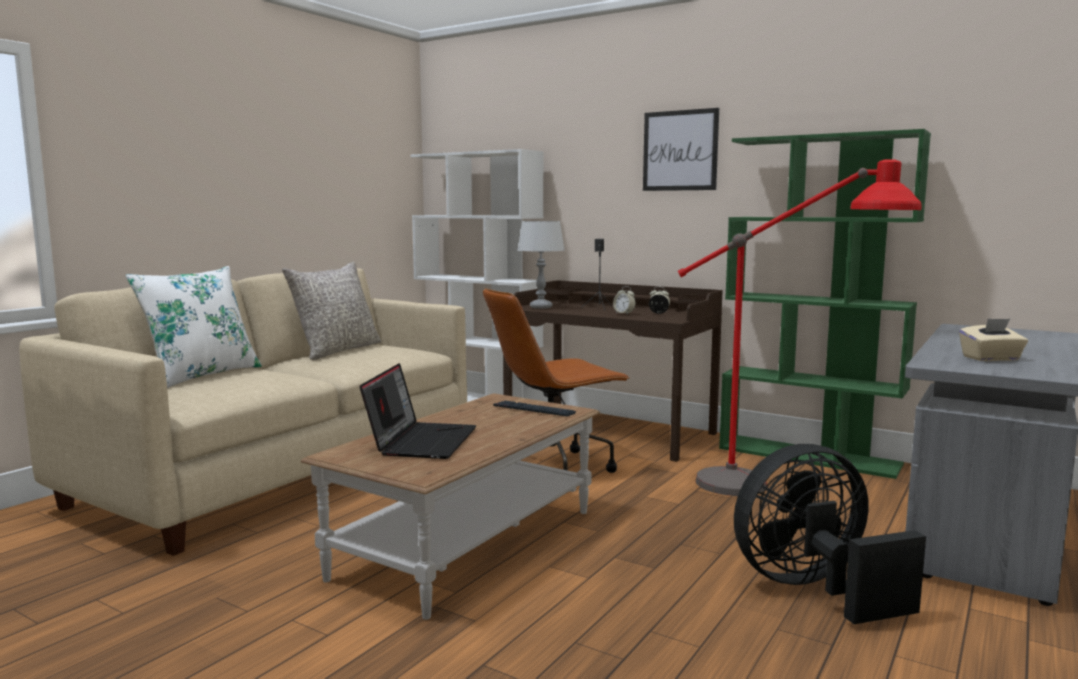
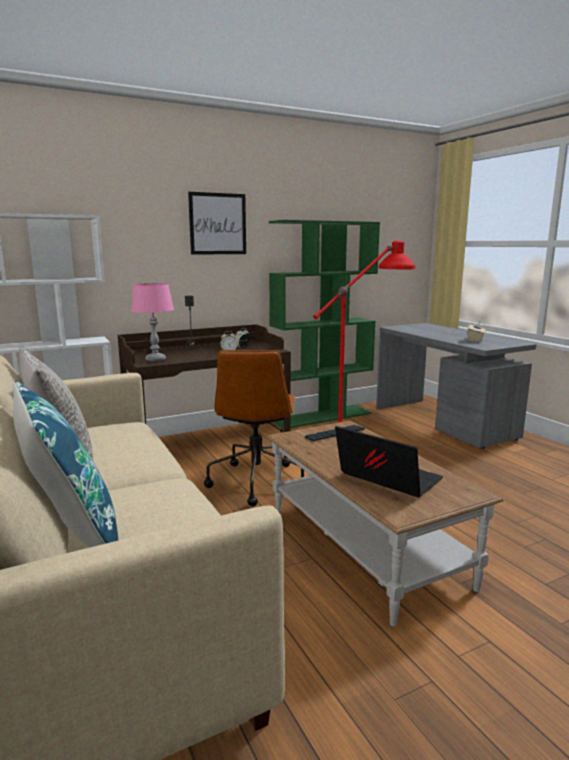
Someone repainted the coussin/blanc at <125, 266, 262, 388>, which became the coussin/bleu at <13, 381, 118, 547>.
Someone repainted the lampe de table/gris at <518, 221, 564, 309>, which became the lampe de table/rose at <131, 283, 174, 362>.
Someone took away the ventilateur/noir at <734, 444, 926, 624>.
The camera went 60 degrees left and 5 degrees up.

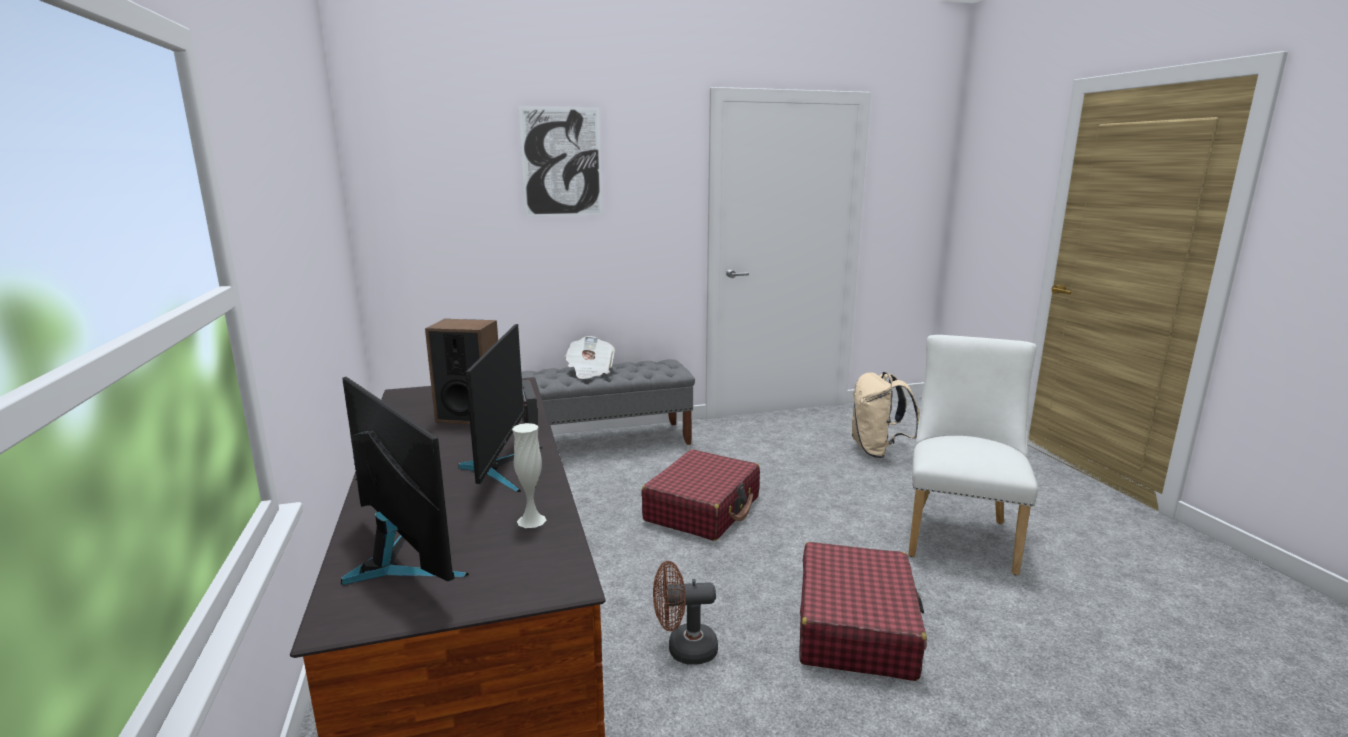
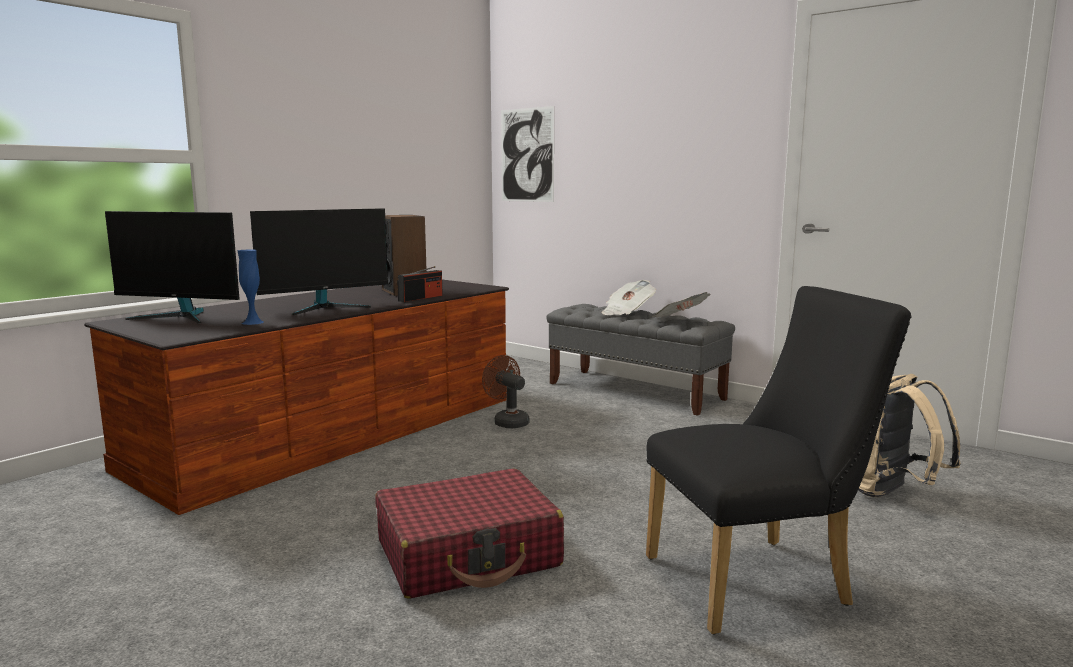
Someone rotated the écran d'ordinateur at <341, 377, 469, 585> by 90 degrees clockwise.
Someone repainted the vase/blanc at <512, 423, 546, 528>, which became the vase/bleu at <238, 250, 263, 325>.
Someone carried the tableau from <519, 106, 602, 217> to <501, 106, 554, 202>.
Someone took away the valise/rouge at <641, 449, 760, 541>.
Someone carried the ventilateur/marron from <653, 561, 718, 665> to <482, 355, 530, 428>.
Someone repainted the chaise/blanc at <909, 335, 1038, 575>, which became the chaise/noir at <646, 286, 912, 635>.
Someone put down the journal at <652, 292, 710, 317>.
The camera went 55 degrees right and 5 degrees down.

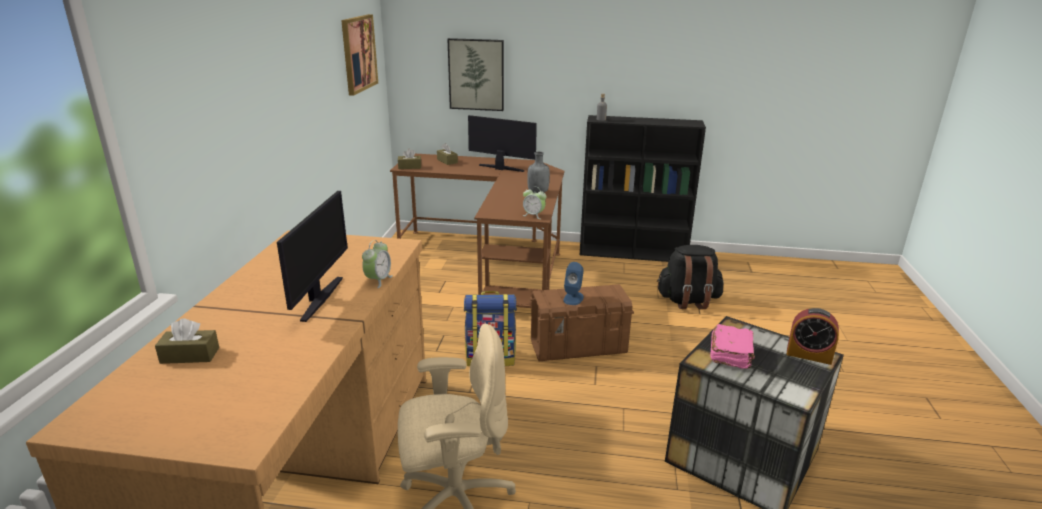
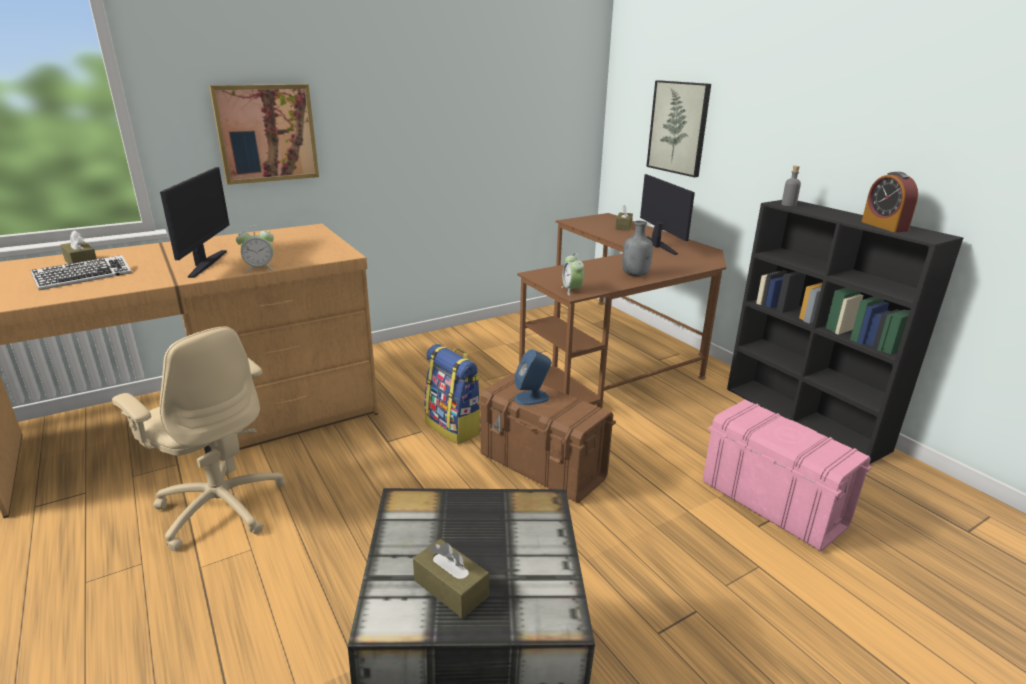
Someone rotated the écran d'ordinateur at <277, 191, 348, 322> by 60 degrees counterclockwise.
Someone carried the tableau from <341, 14, 378, 96> to <209, 84, 319, 185>.
Someone carried the boîte à mouchoirs/marron from <398, 148, 421, 169> to <413, 539, 489, 618>.
Someone swapped the sac à dos/noir at <657, 245, 724, 309> for the boîte de rangement/rose at <702, 400, 872, 552>.
Someone took away the livre/rose at <711, 324, 755, 369>.
Someone carried the réveil from <787, 308, 839, 365> to <861, 172, 918, 232>.
Someone put down the clavier at <30, 255, 132, 290>.
The camera went 50 degrees right and 0 degrees up.

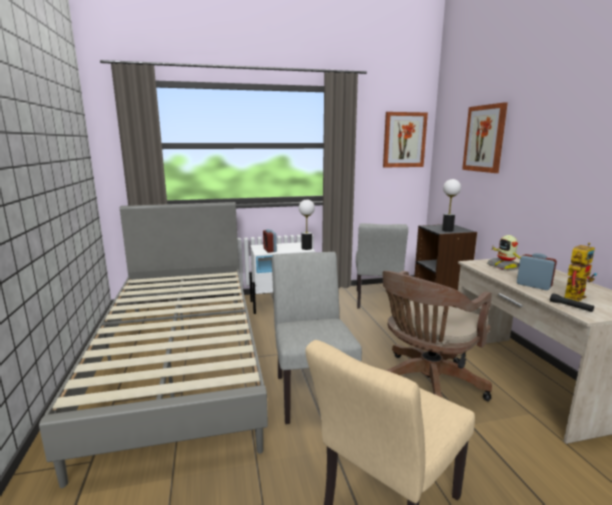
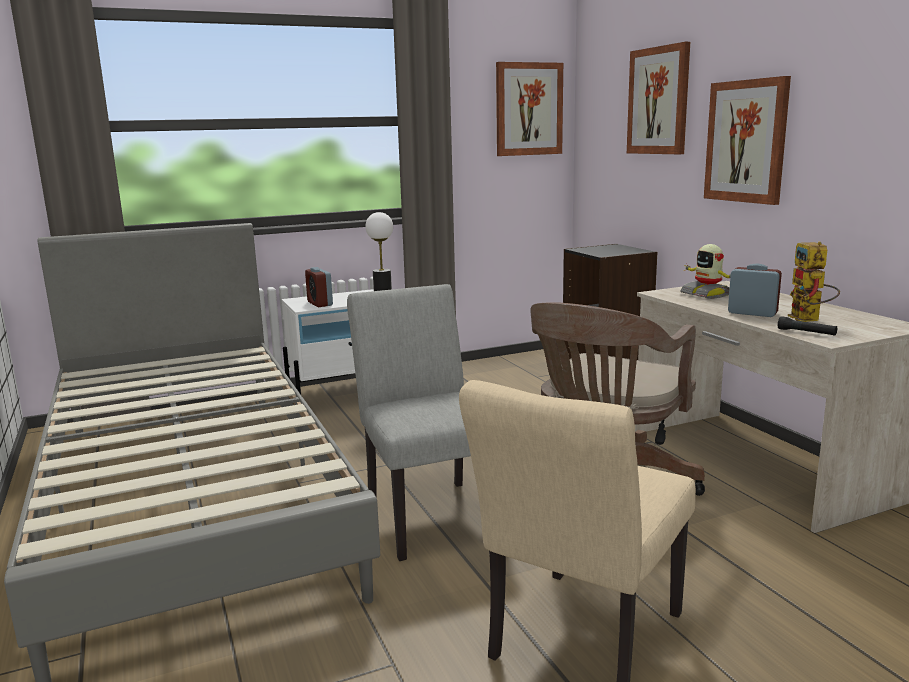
Someone took away the chaise/gris at <356, 223, 408, 309>.
Someone took away the lampe de table at <442, 179, 461, 232>.
Someone rotated the robot jouet at <564, 243, 597, 301> by 135 degrees clockwise.
Someone put up the tableau at <704, 76, 791, 205>.
The camera went 10 degrees left and 0 degrees up.

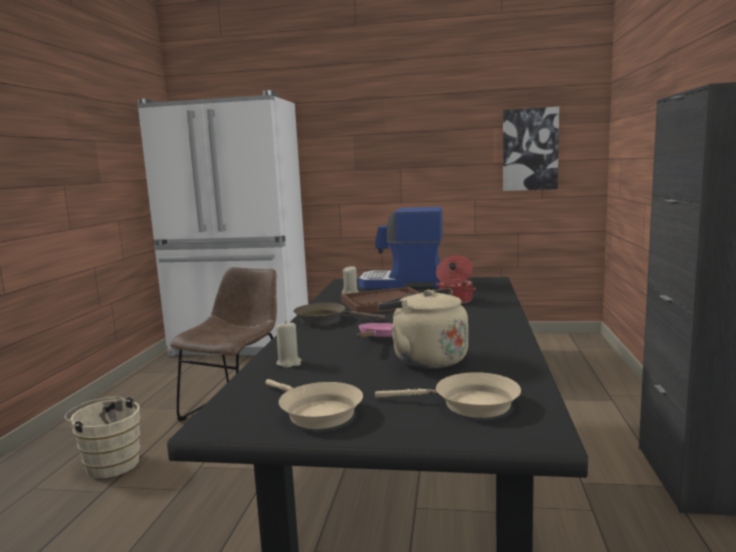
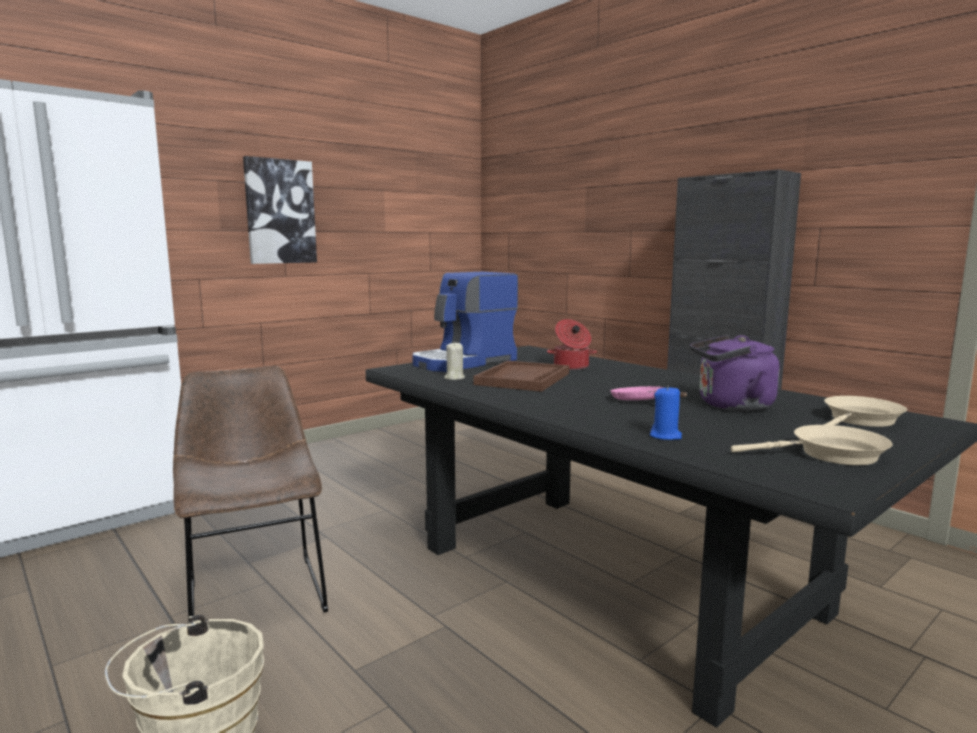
Someone repainted the bougie/beige at <276, 321, 301, 368>, which became the bougie/bleu at <650, 385, 682, 440>.
Someone took away the poêle/marron at <294, 303, 385, 325>.
Someone repainted the bouilloire/beige at <378, 288, 468, 369>, which became the bouilloire/violet at <690, 335, 780, 411>.
Someone carried the tableau from <503, 107, 559, 191> to <243, 156, 317, 264>.
The camera went 50 degrees left and 0 degrees up.

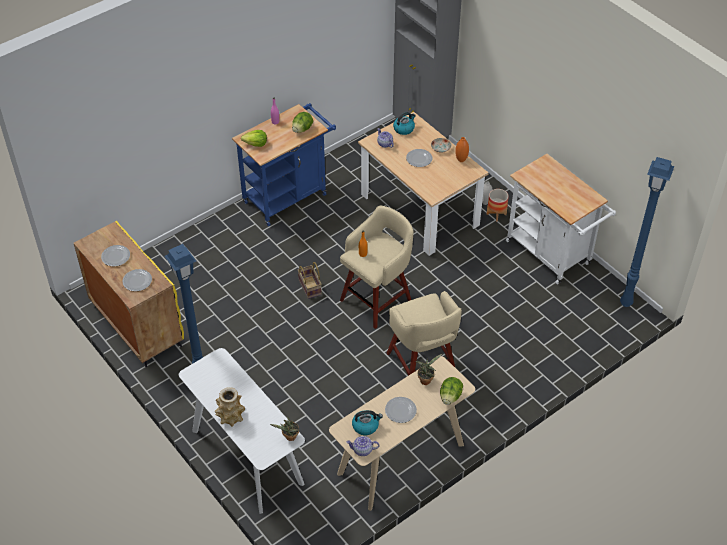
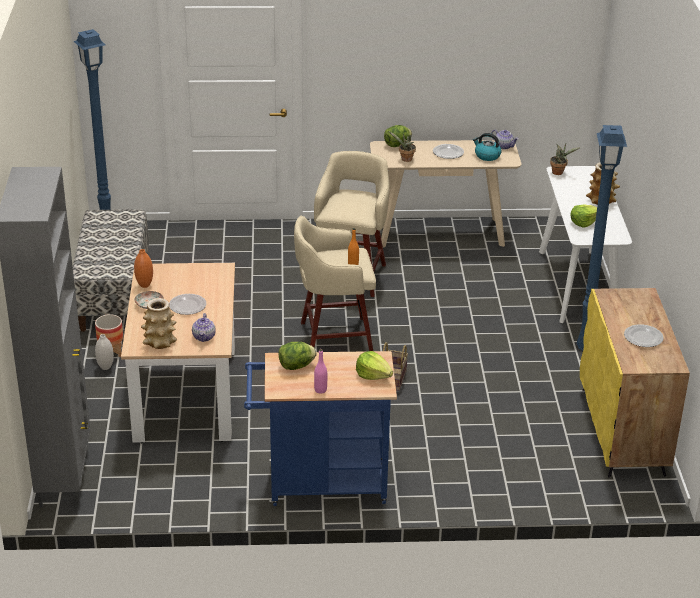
Someone took away the assiette at <123, 269, 152, 291>.
Someone swapped the bouilloire at <393, 112, 416, 135> for the vase at <141, 298, 177, 349>.
Someone swapped the chariot/blanc at <506, 154, 616, 284> for the banc at <73, 209, 149, 332>.
Someone put down the laitue at <570, 204, 597, 228>.
The camera went 145 degrees left and 15 degrees down.

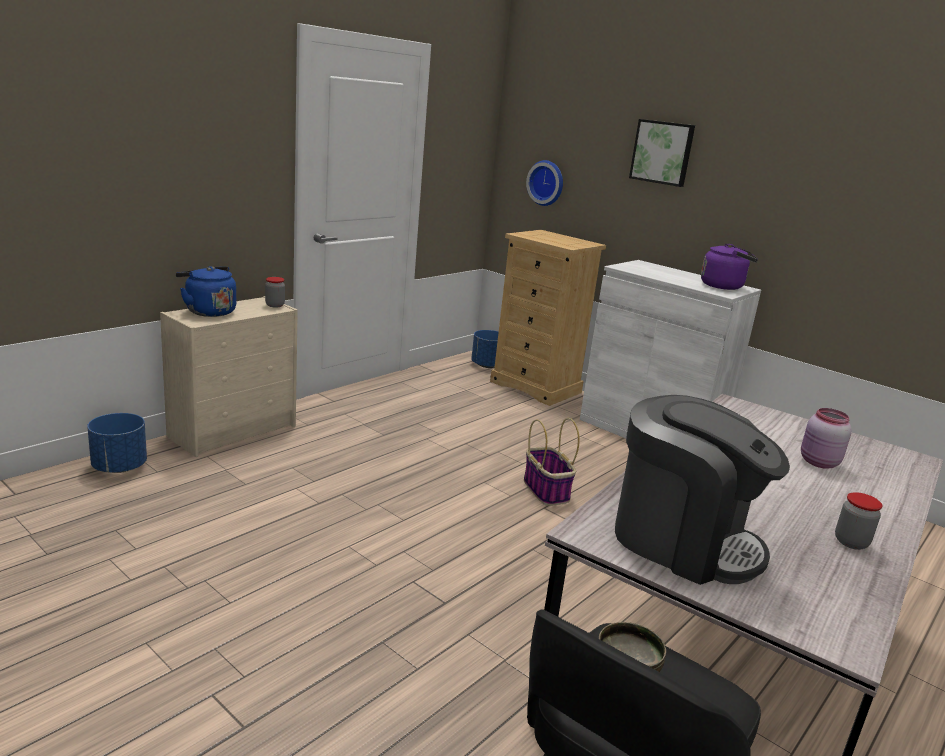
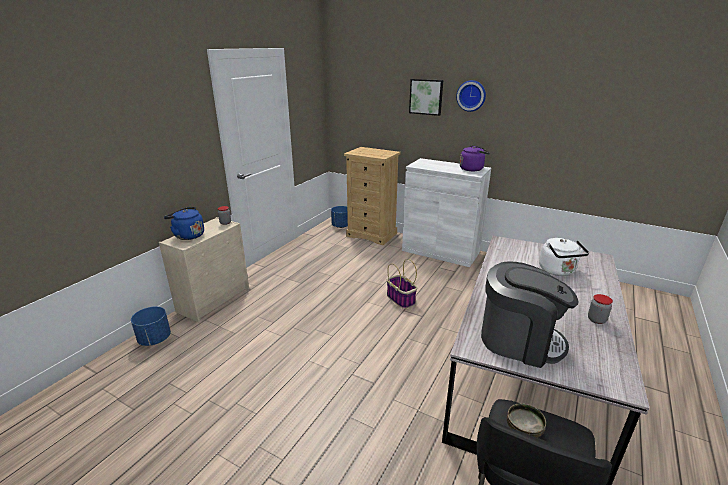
Someone carried the horloge murale from <526, 160, 563, 206> to <456, 80, 486, 112>.
Someone swapped the bocal/rose at <801, 408, 852, 469> for the bouilloire/blanc at <539, 238, 589, 276>.
The camera went 10 degrees left and 5 degrees up.

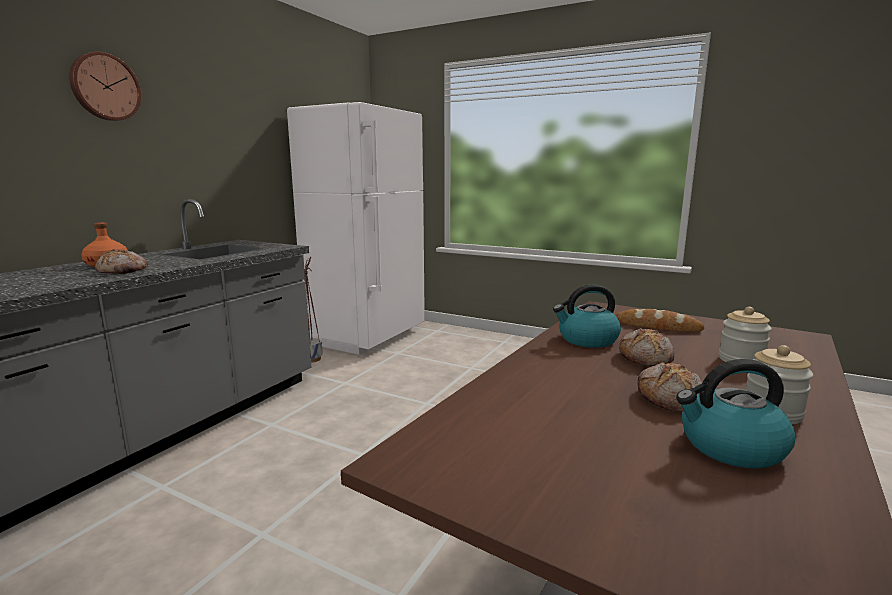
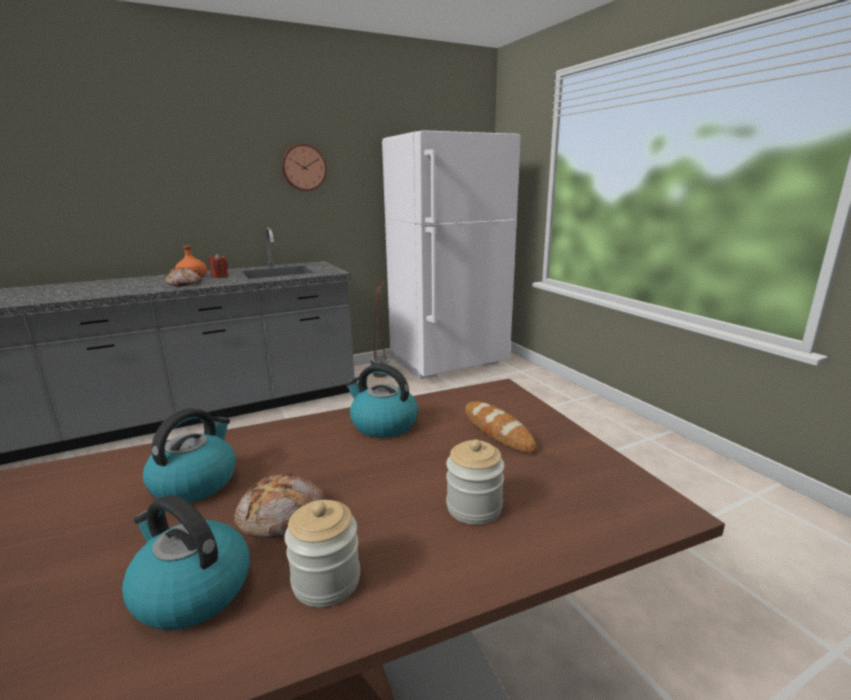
Someone carried the horloge murale from <69, 52, 141, 121> to <281, 144, 327, 191>.
Someone took away the pain at <619, 328, 674, 366>.
Someone put down the bouilloire at <143, 408, 236, 503>.
Someone put down the bougie/rouge at <209, 253, 228, 278>.
The camera went 35 degrees right and 5 degrees up.

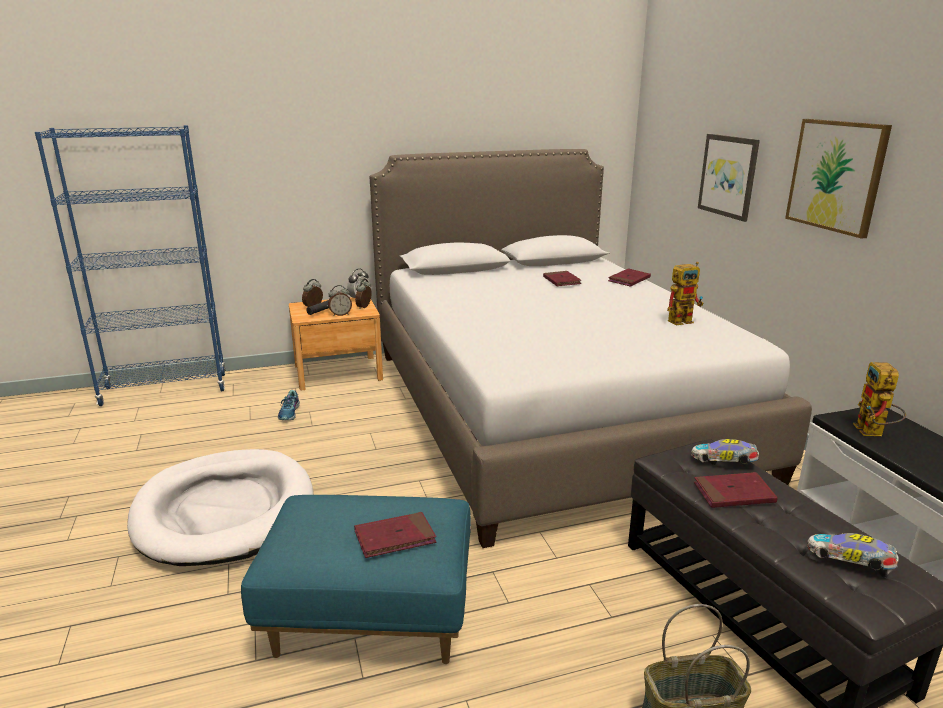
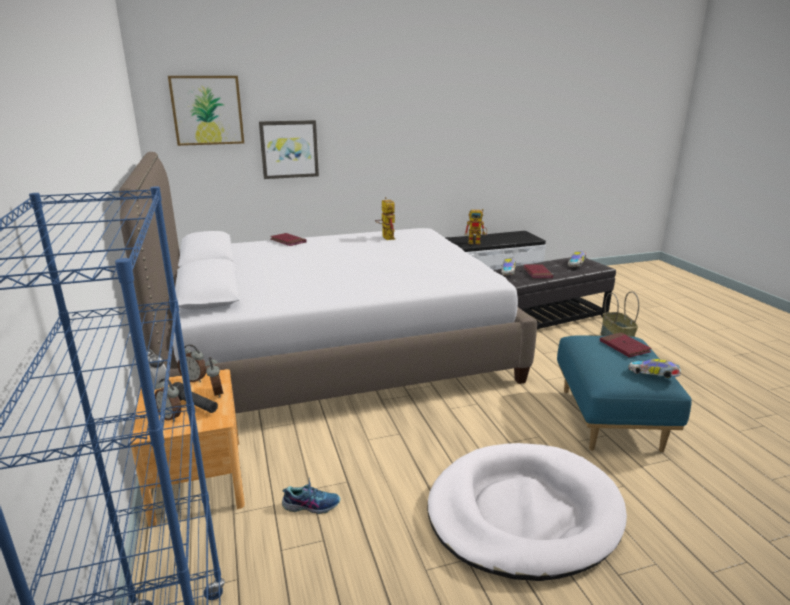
Someone took away the livre/rouge at <543, 271, 582, 286>.
Someone carried the tableau from <785, 119, 892, 239> to <168, 76, 244, 146>.
Someone put down the petite voiture at <628, 359, 681, 378>.
The camera went 90 degrees left and 0 degrees up.

